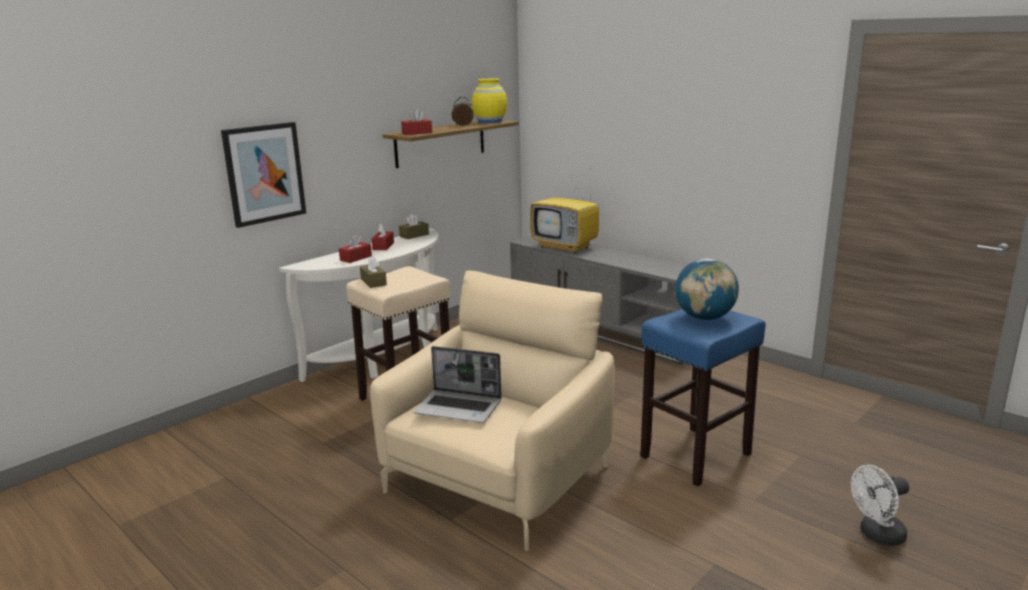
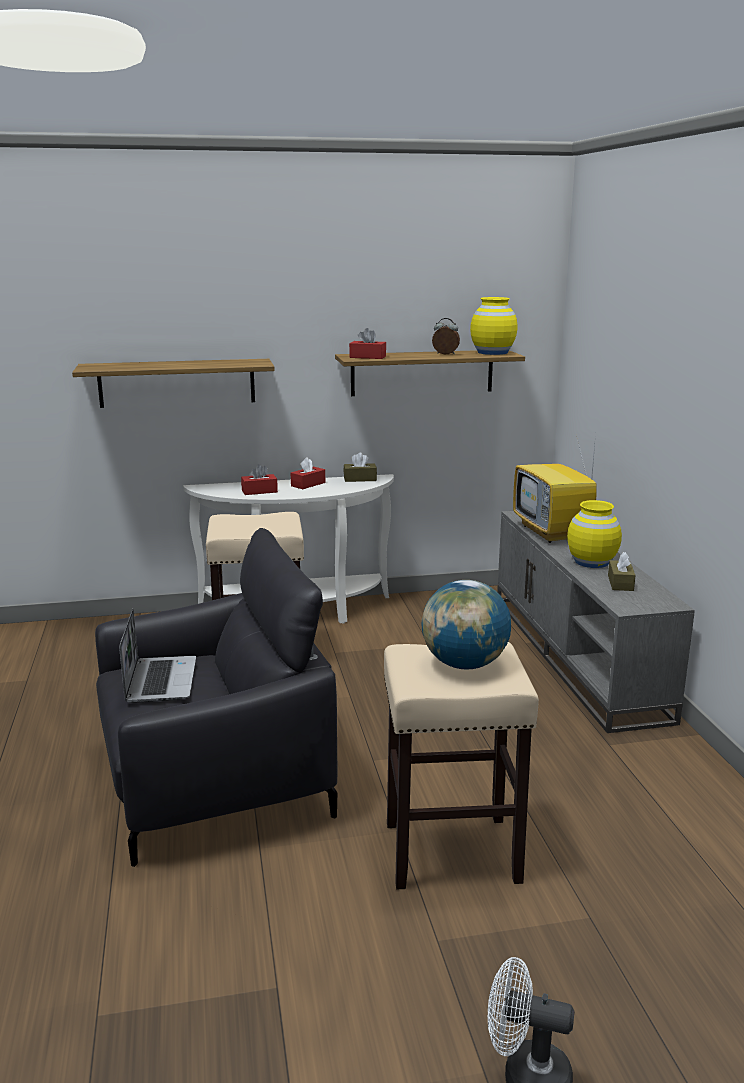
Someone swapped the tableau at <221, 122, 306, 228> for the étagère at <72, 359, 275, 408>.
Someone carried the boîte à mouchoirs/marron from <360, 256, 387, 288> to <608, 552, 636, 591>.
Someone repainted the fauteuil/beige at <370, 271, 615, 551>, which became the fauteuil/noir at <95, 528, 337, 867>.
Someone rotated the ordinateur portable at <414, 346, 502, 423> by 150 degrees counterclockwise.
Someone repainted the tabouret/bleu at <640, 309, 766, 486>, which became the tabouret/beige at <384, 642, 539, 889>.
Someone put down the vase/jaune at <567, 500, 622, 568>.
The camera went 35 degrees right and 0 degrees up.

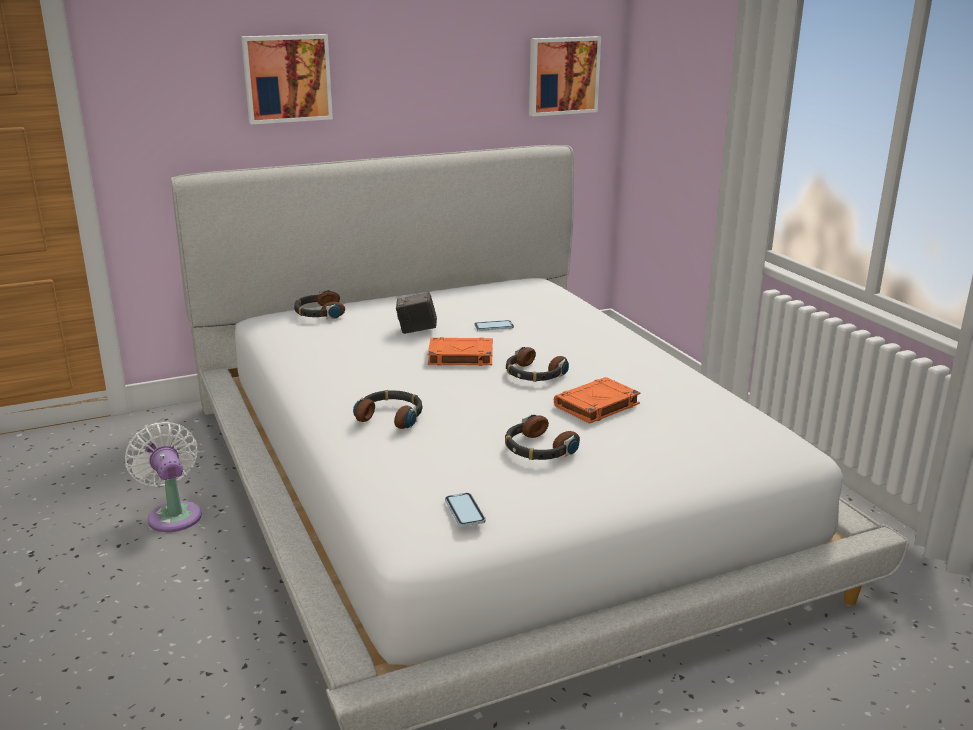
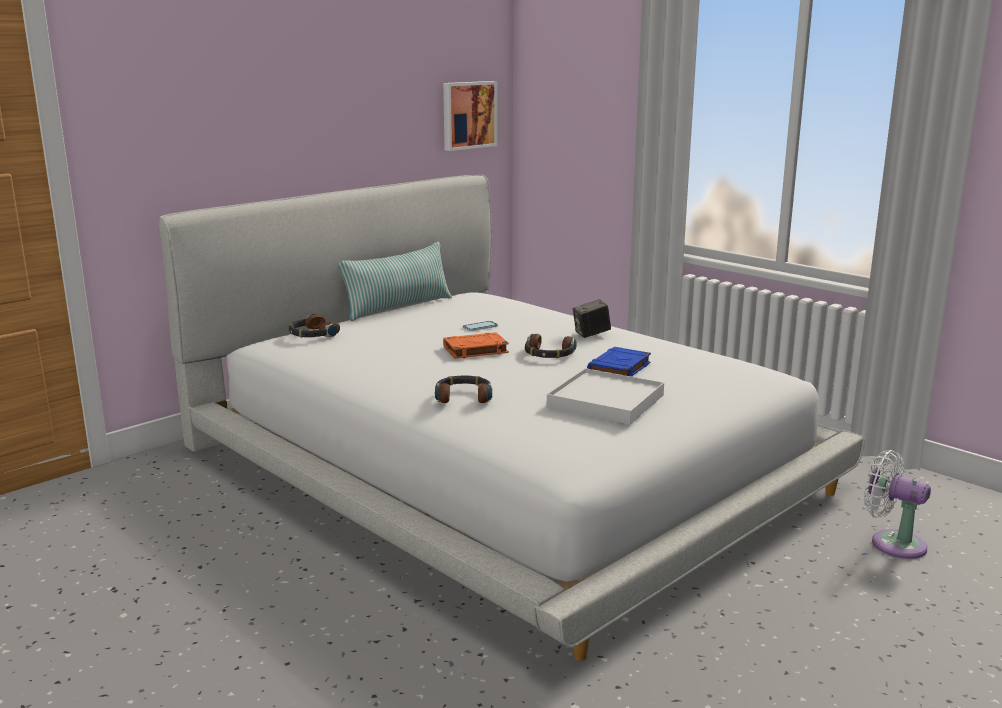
Someone carried the ventilateur/blanc from <125, 422, 202, 532> to <863, 450, 931, 559>.
Someone took away the tableau at <241, 34, 333, 124>.
Someone carried the appareil photo from <396, 292, 437, 334> to <573, 299, 611, 338>.
Someone took away the téléphone at <445, 493, 486, 527>.
Someone swapped the casque audio at <505, 414, 580, 460> for the plateau/blanc at <547, 368, 664, 424>.
Someone repainted the livre/orange at <554, 377, 641, 424>, which became the livre/bleu at <587, 347, 651, 377>.
Someone put down the coussin at <339, 242, 452, 321>.
The camera went 20 degrees left and 5 degrees down.

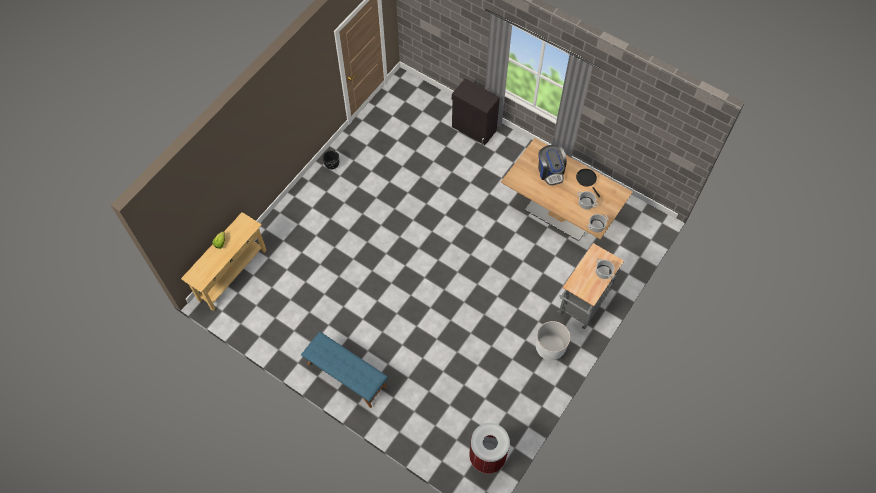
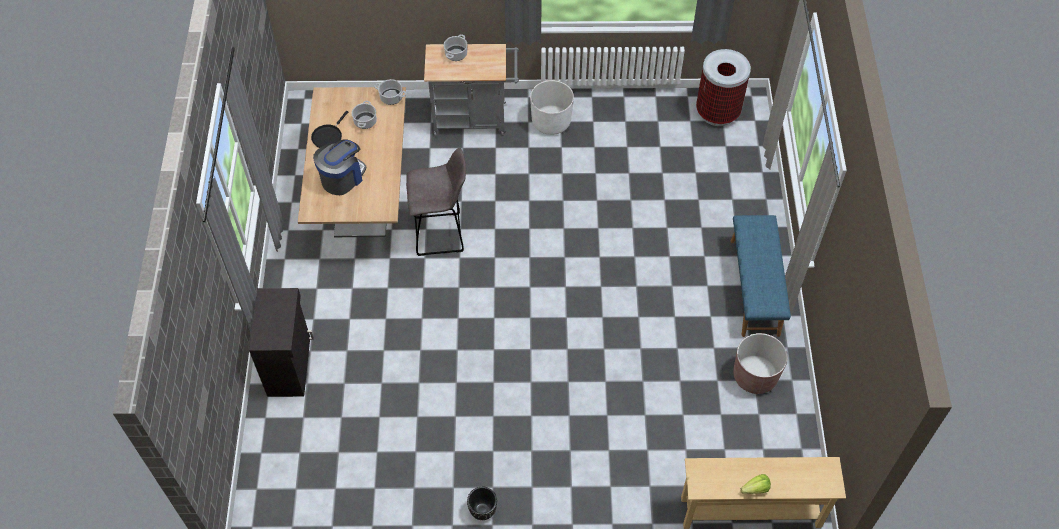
Someone put down the tabouret/gris at <406, 148, 466, 256>.
Someone put down the cache-pot/marron at <733, 333, 788, 394>.
The camera went 125 degrees left and 5 degrees down.

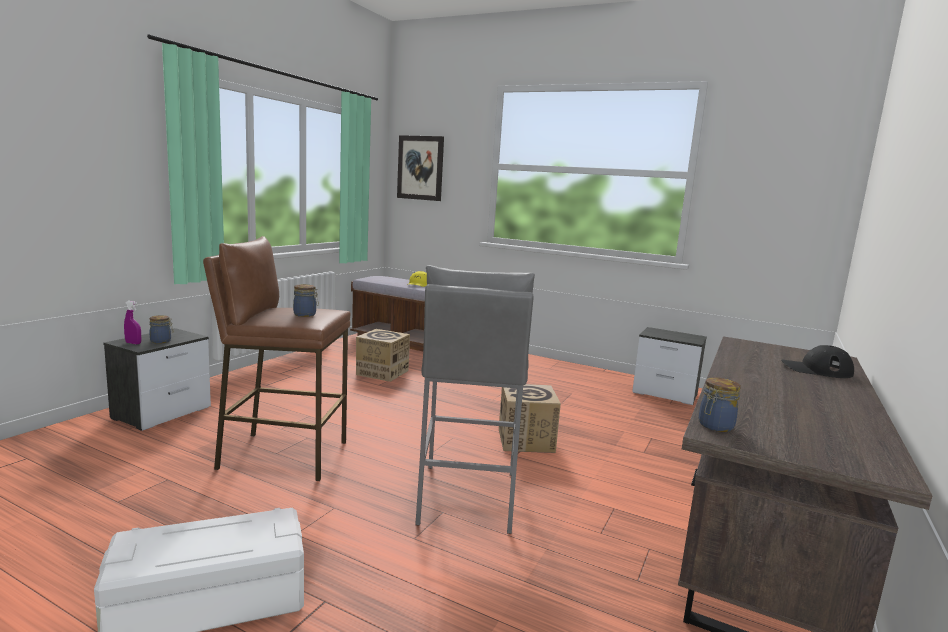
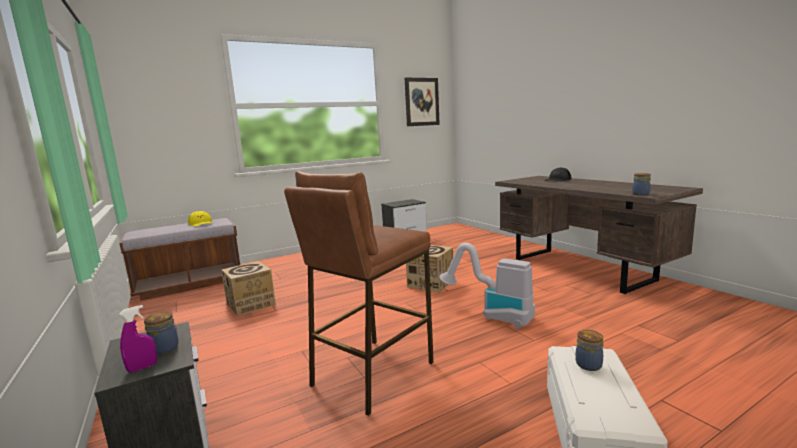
Someone carried the bocal from <293, 284, 319, 317> to <575, 330, 603, 371>.
Someone carried the tableau from <397, 135, 444, 201> to <405, 78, 440, 126>.
Someone swapped the tabouret/gris at <415, 265, 535, 534> for the aspirateur at <439, 243, 535, 329>.
The camera went 55 degrees left and 0 degrees up.

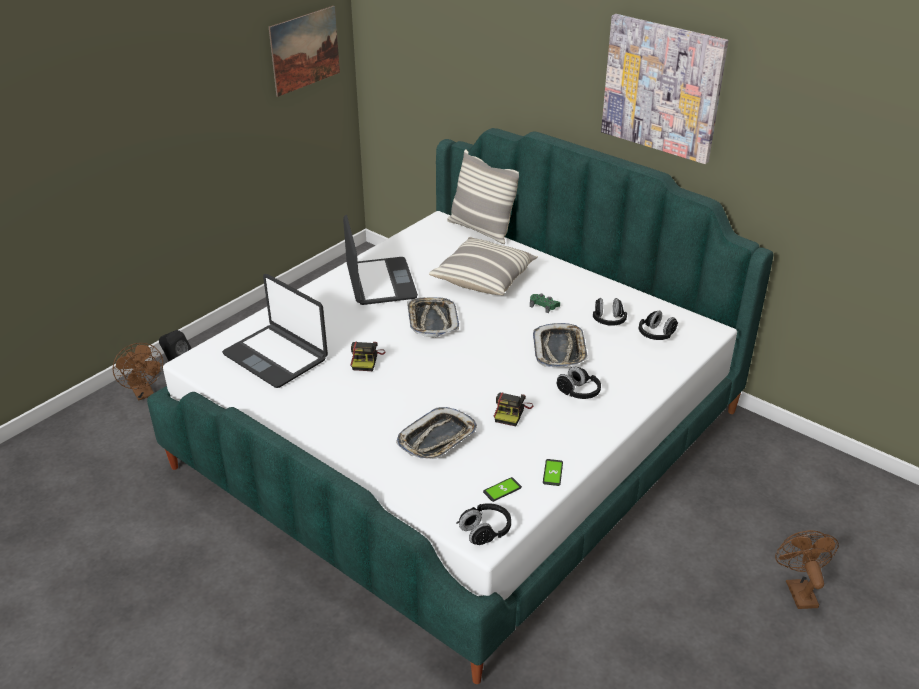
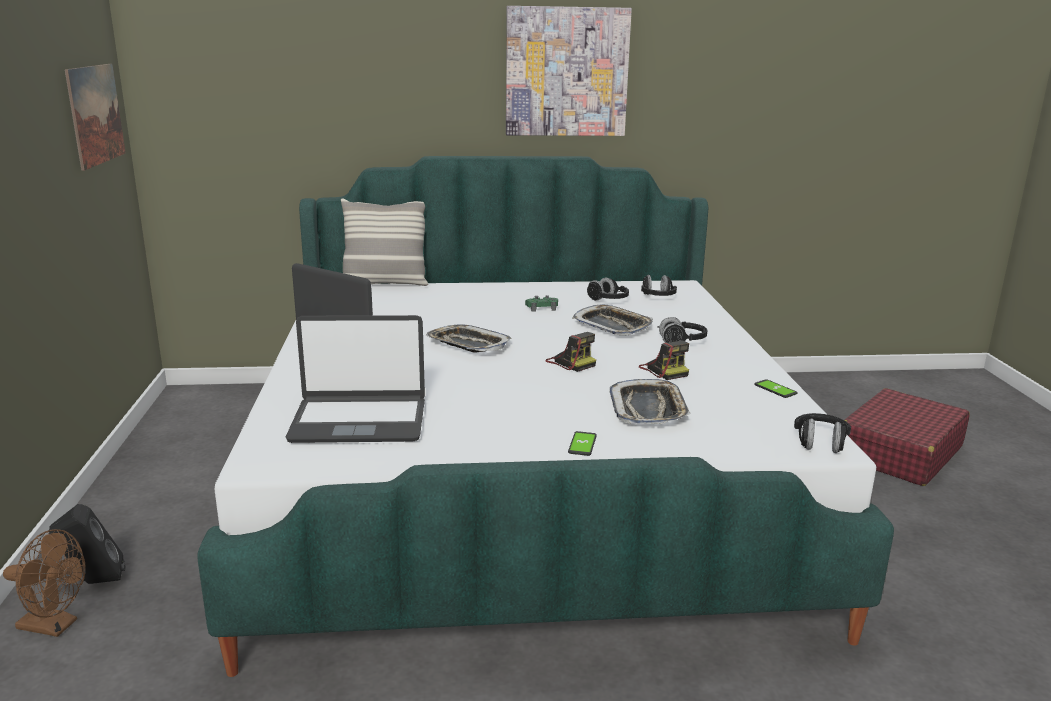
Someone carried the appareil photo from <350, 342, 385, 371> to <546, 332, 596, 372>.
Someone took away the coussin at <429, 237, 538, 295>.
Someone carried the téléphone from <483, 477, 522, 502> to <568, 431, 597, 456>.
Someone swapped the ventilateur/marron at <775, 530, 839, 609> for the valise/rouge at <845, 388, 970, 486>.
The camera went 45 degrees left and 15 degrees down.

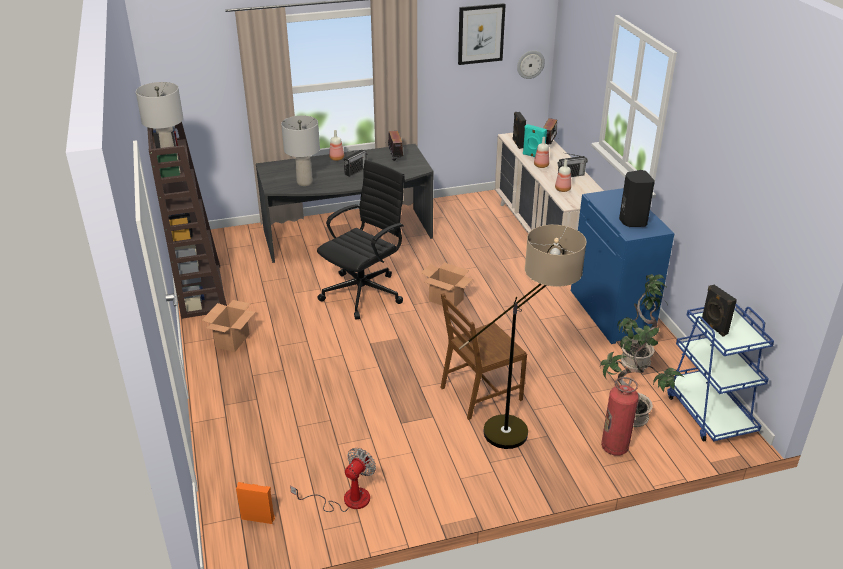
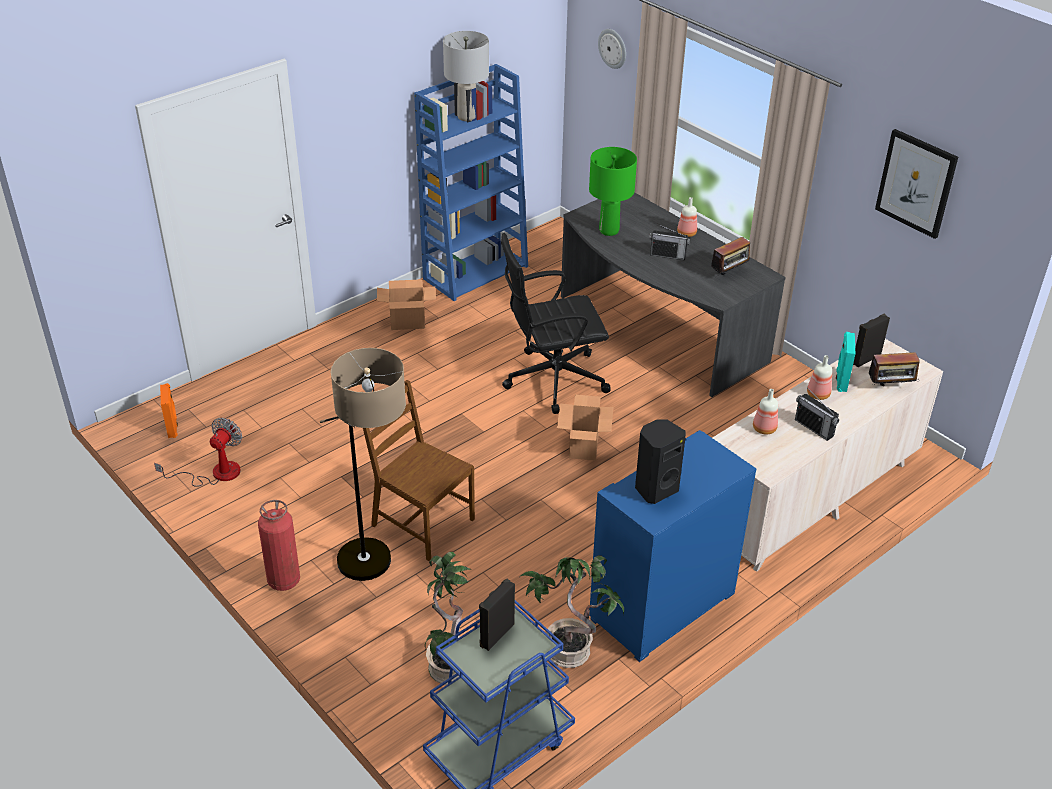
Someone repainted the bibliothèque/marron at <147, 122, 227, 319>, which became the bibliothèque/bleu at <414, 64, 528, 301>.
Someone repainted the lampe de table/gris at <281, 115, 320, 186>, which became the lampe de table/vert at <589, 147, 637, 236>.
Someone rotated the ventilateur at <290, 448, 376, 512> by 75 degrees counterclockwise.
Someone rotated the chaise de bureau/noir at <317, 160, 405, 319> by 150 degrees clockwise.
Someone carried the horloge murale from <517, 50, 545, 79> to <598, 29, 626, 69>.
Someone carried the extincteur from <601, 377, 639, 456> to <258, 500, 300, 591>.
The camera went 65 degrees right and 5 degrees up.

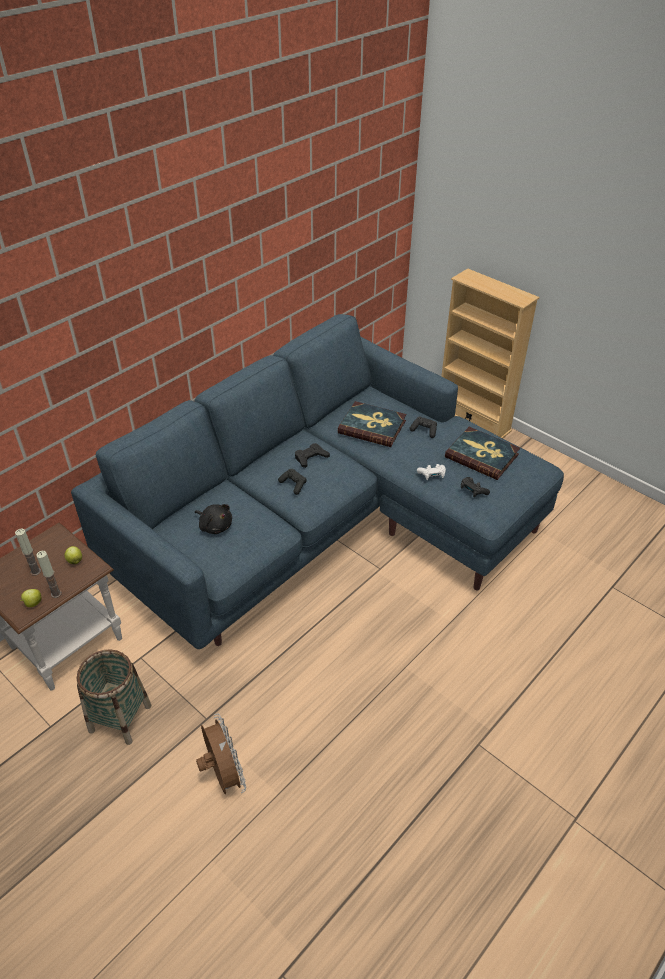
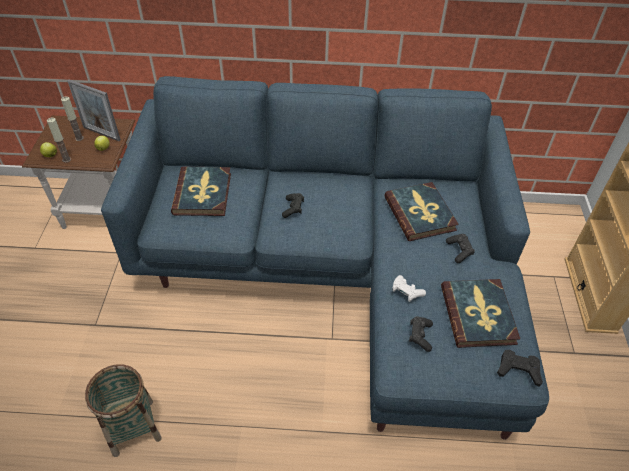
Someone carried the panier from <77, 649, 151, 745> to <85, 364, 162, 457>.
Someone swapped the peluche/noir at <195, 504, 232, 534> for the livre at <171, 167, 231, 216>.
Someone took away the ventilateur/marron at <196, 713, 246, 794>.
Someone carried the manette/noir from <295, 443, 330, 468> to <497, 350, 543, 386>.
Someone put down the cadre photo at <67, 79, 121, 141>.
The camera went 50 degrees right and 5 degrees up.

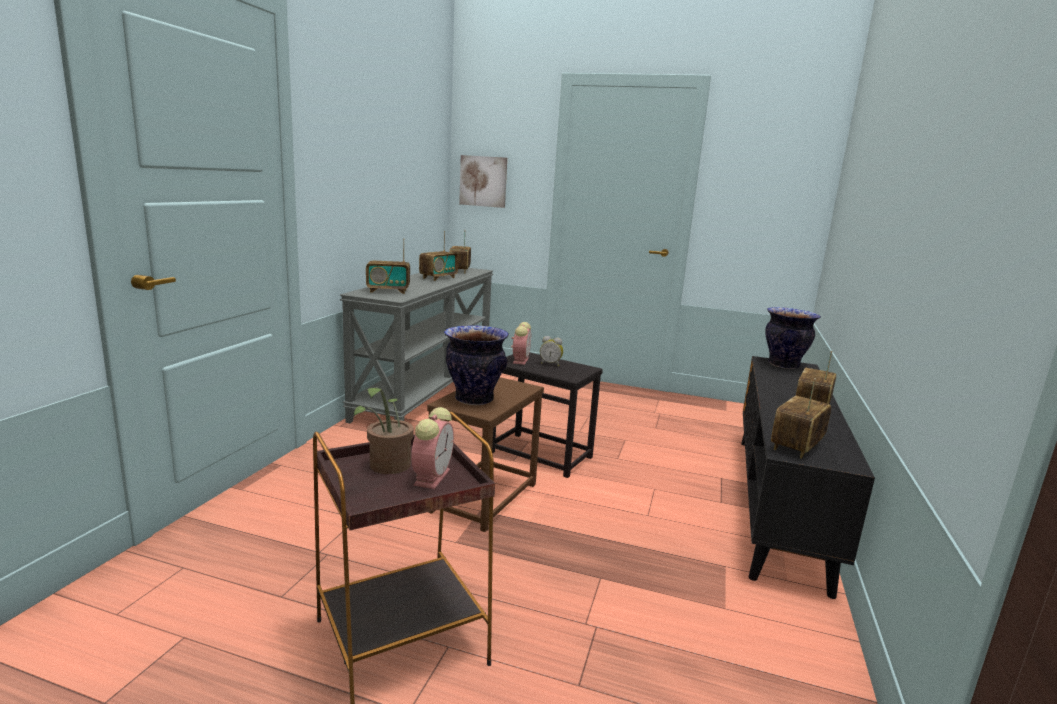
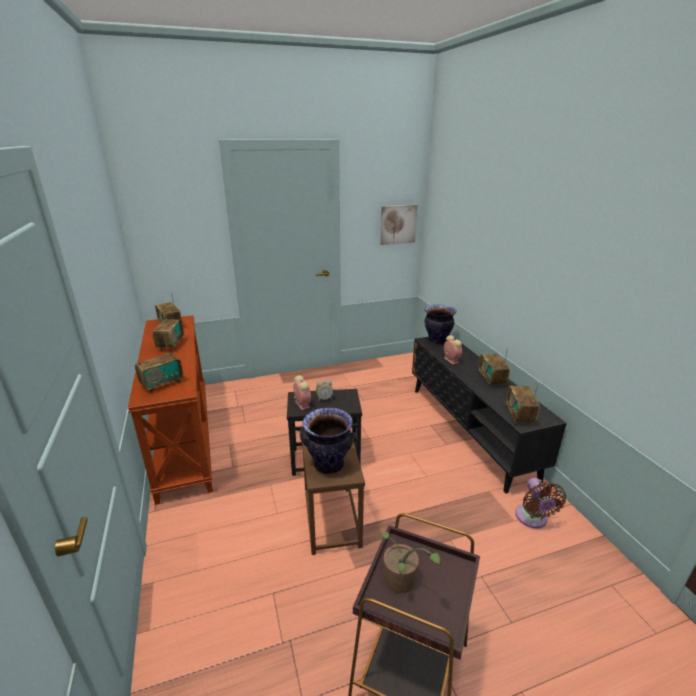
Someone repainted the table console/gris at <340, 268, 493, 423>, which became the table console/marron at <128, 315, 213, 505>.
Someone carried the réveil from <411, 407, 454, 489> to <444, 335, 462, 365>.
Someone carried the tableau from <459, 155, 507, 208> to <380, 204, 418, 245>.
Someone put down the ventilateur/marron at <515, 478, 566, 529>.
The camera went 35 degrees left and 10 degrees up.

